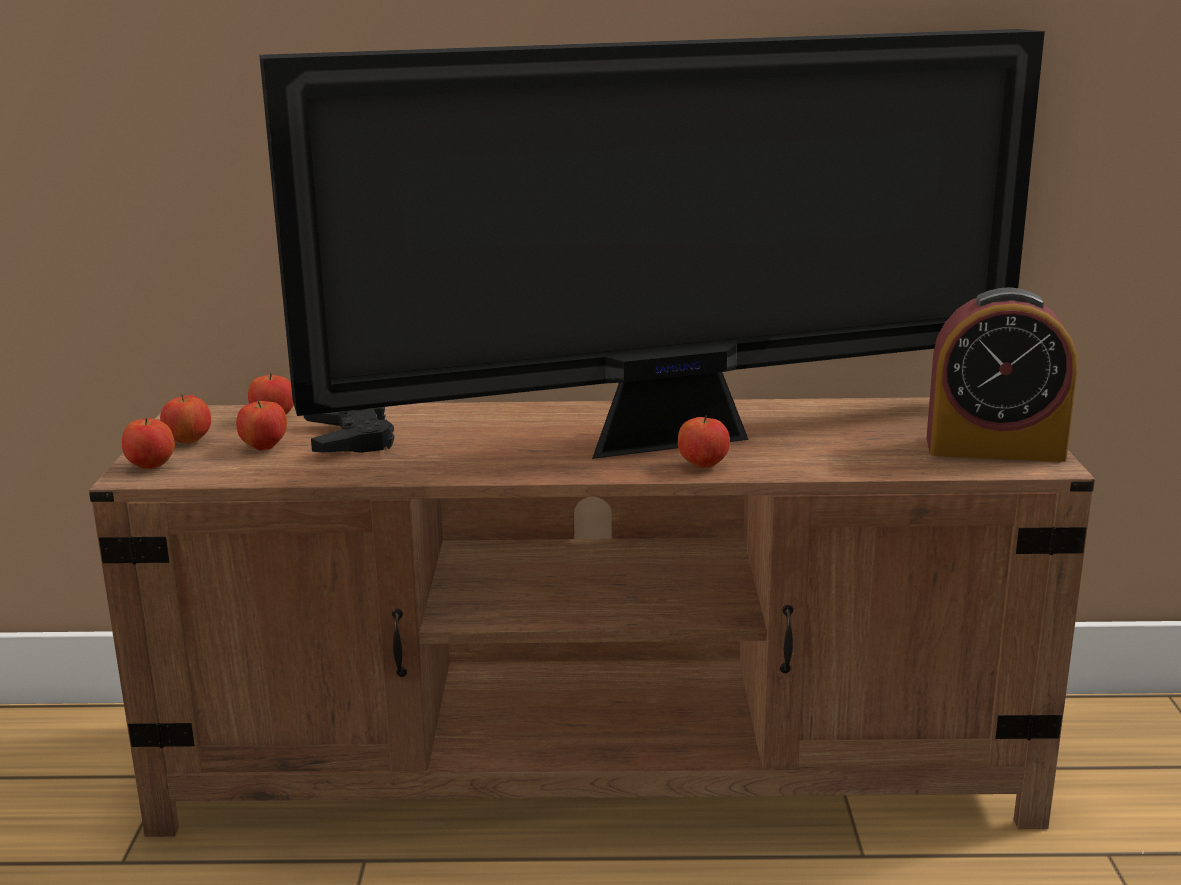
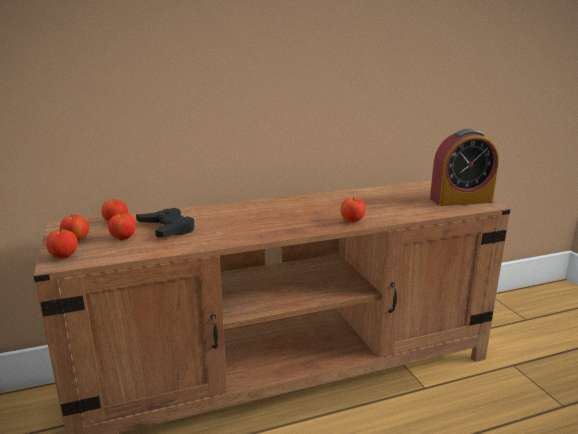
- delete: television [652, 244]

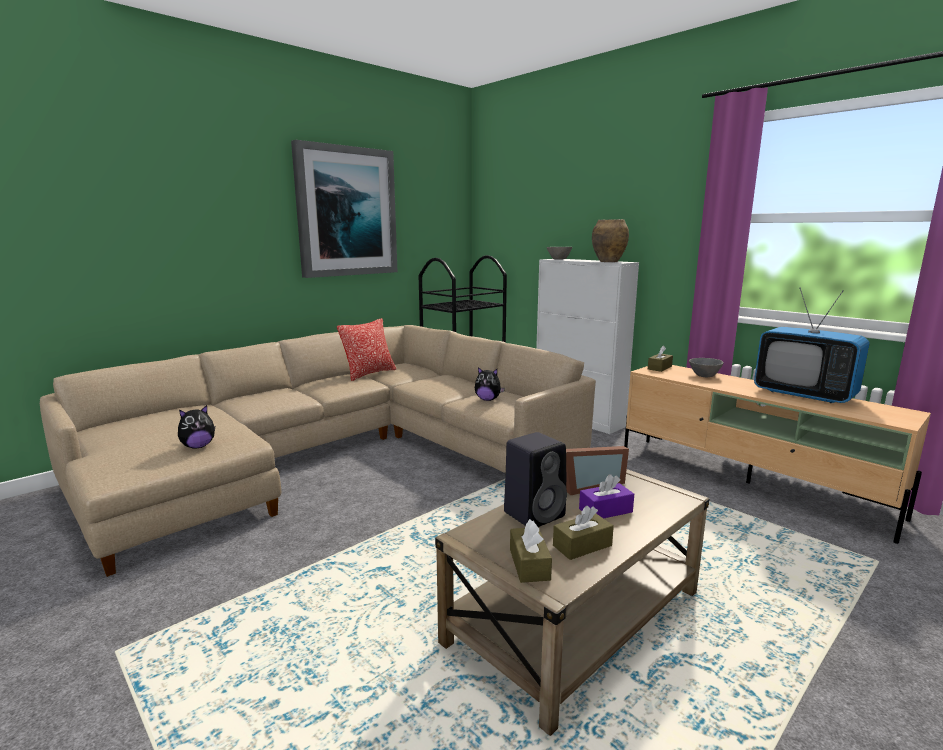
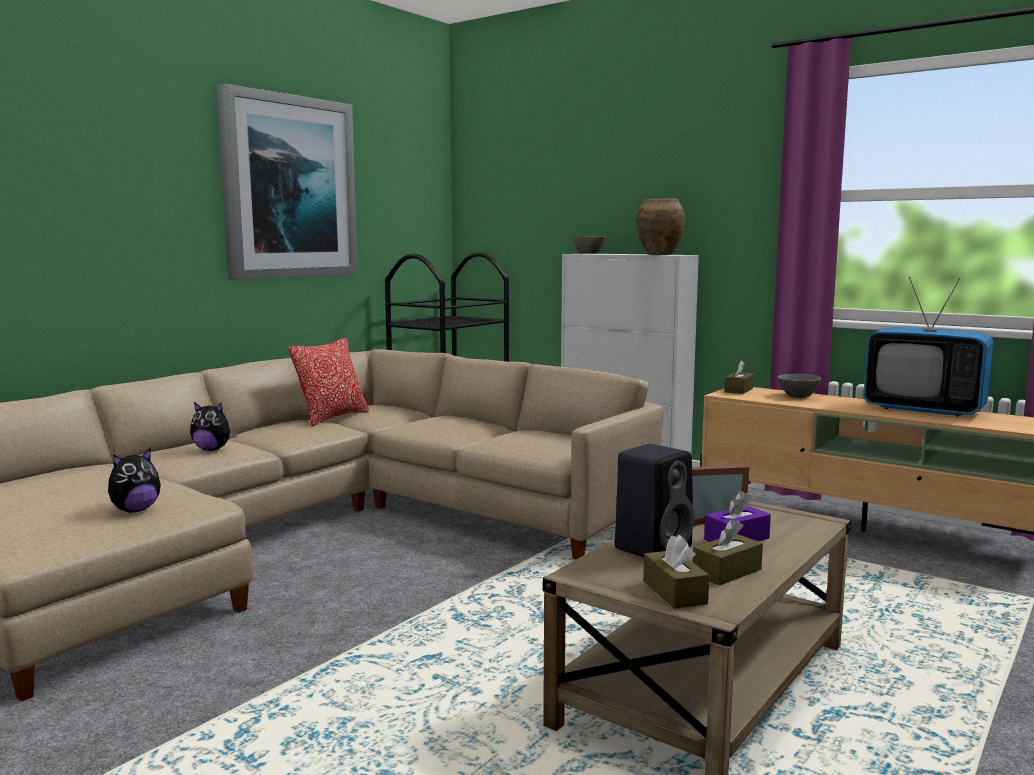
- move: cuddly toy [490, 384] to [213, 426]

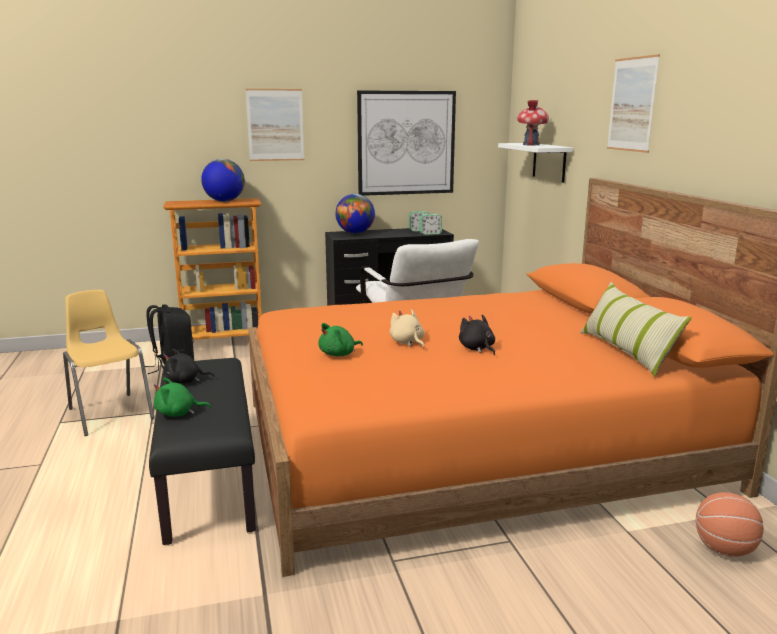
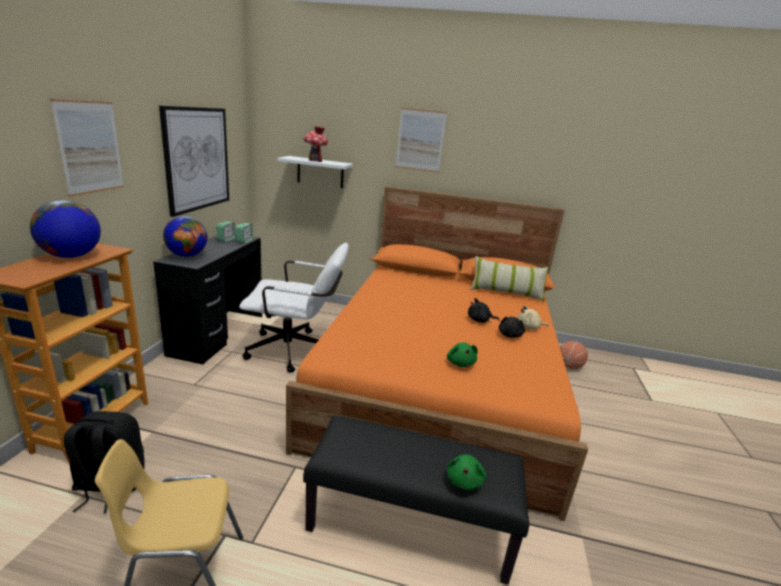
- move: black-coloured cuddly toy [189, 366] to [512, 327]
- move: beige cuddly toy [407, 328] to [532, 317]

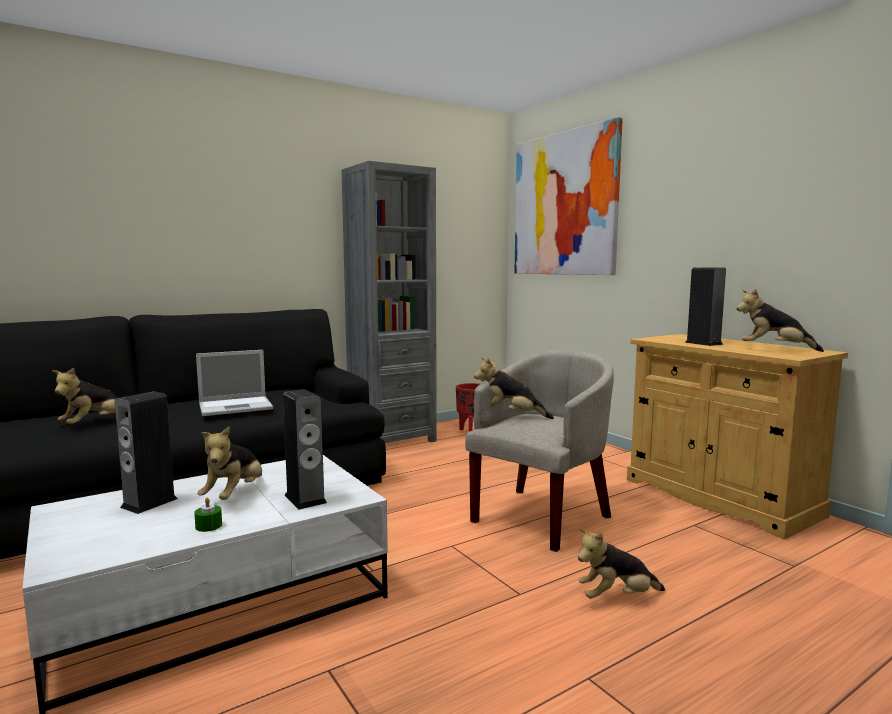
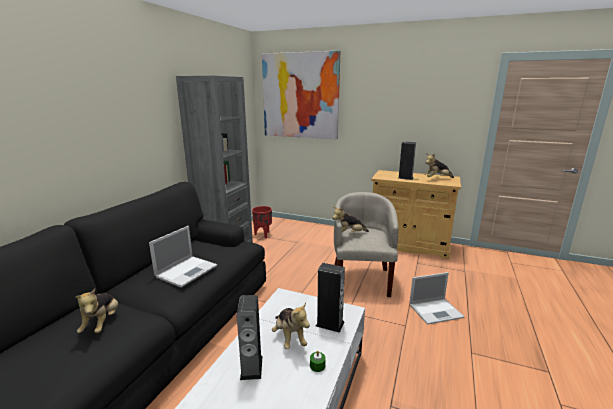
- replace: cuddly toy [621, 563] to notebook computer [437, 298]

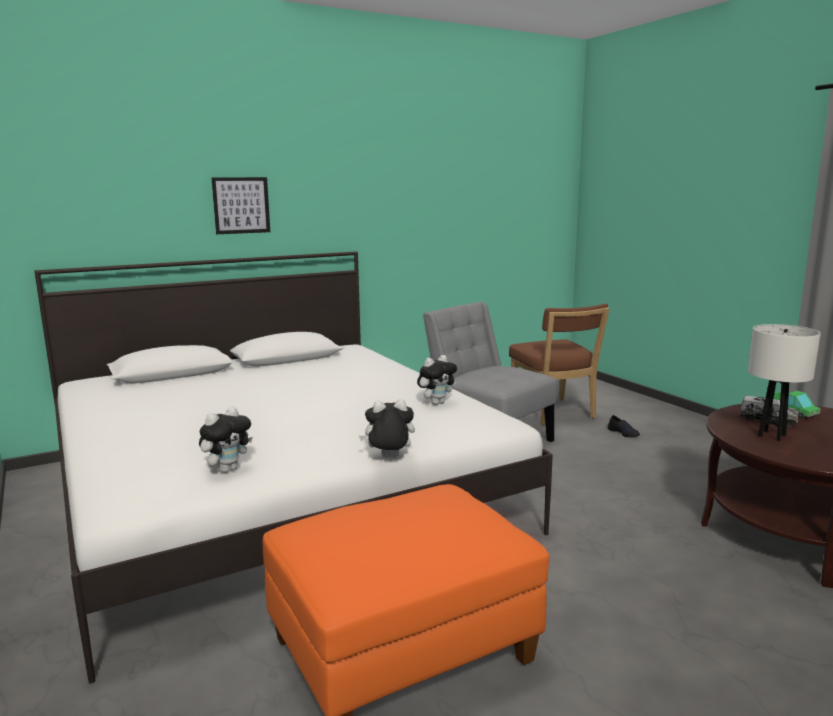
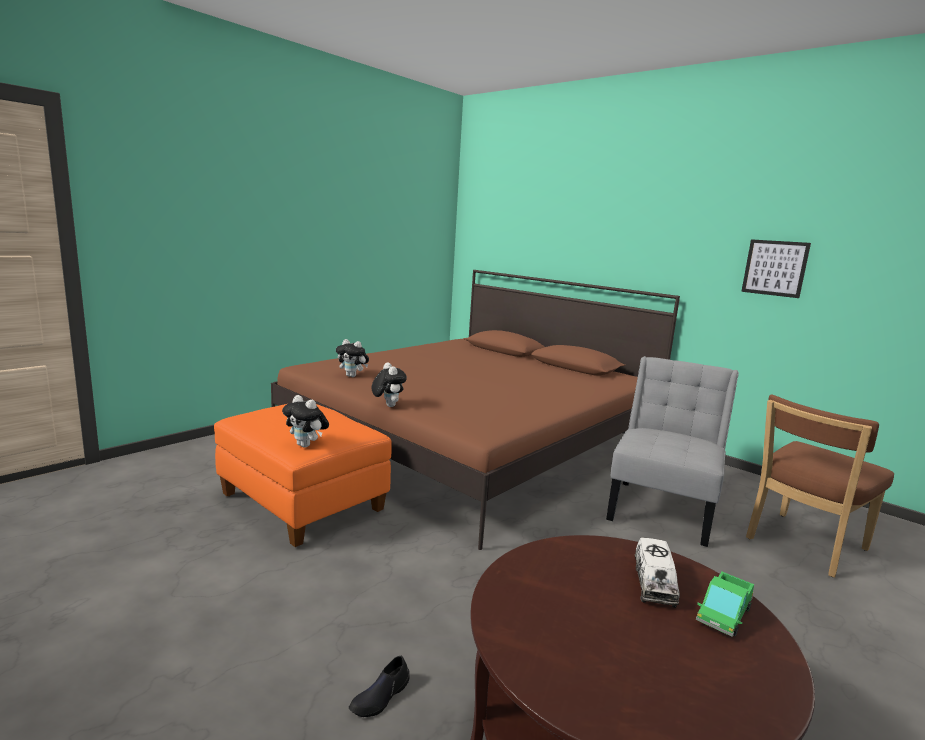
- recolor: white-coloured bedroom bed [293, 467] to brownish bedroom bed [475, 410]
- move: cuddly toy [437, 380] to [305, 421]
- move: black-coloured low shoe [624, 426] to [379, 686]
- move: picture [240, 205] to [776, 268]
- delete: white-coloured table lamp [784, 382]

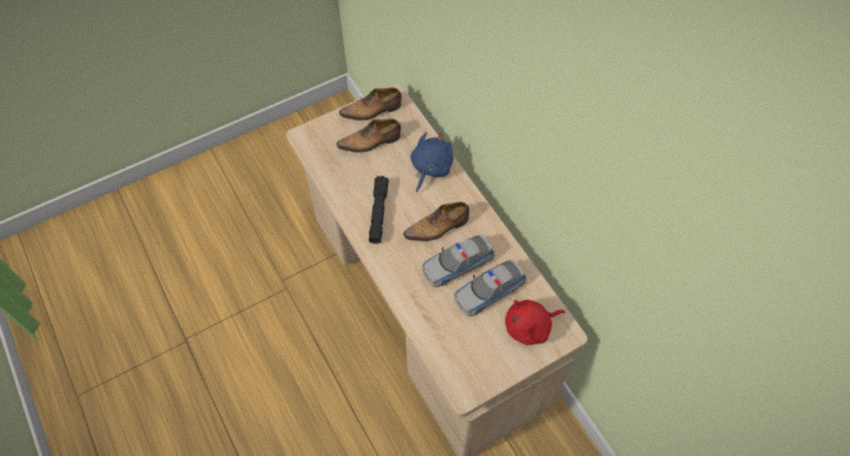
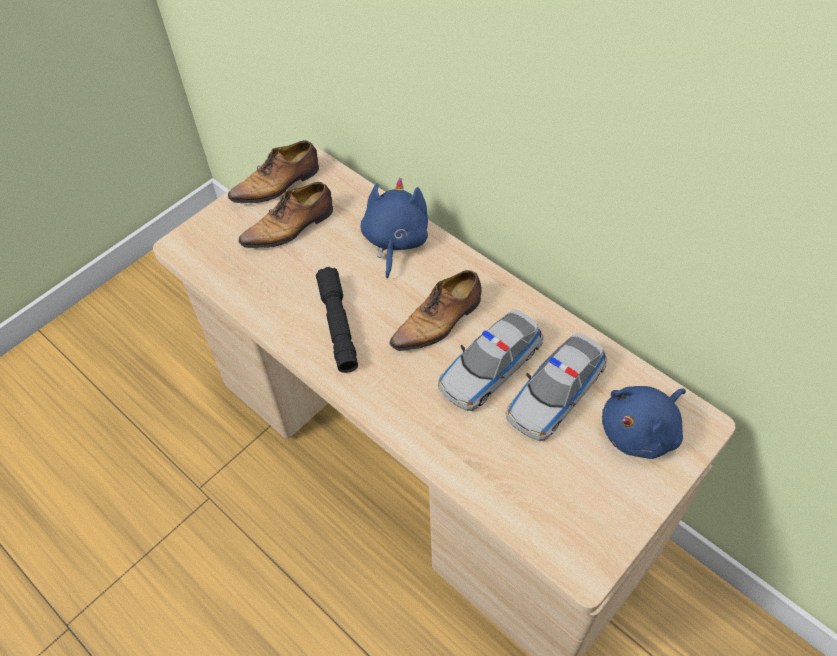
- recolor: red cuddly toy [535, 322] to blue-coloured cuddly toy [644, 422]

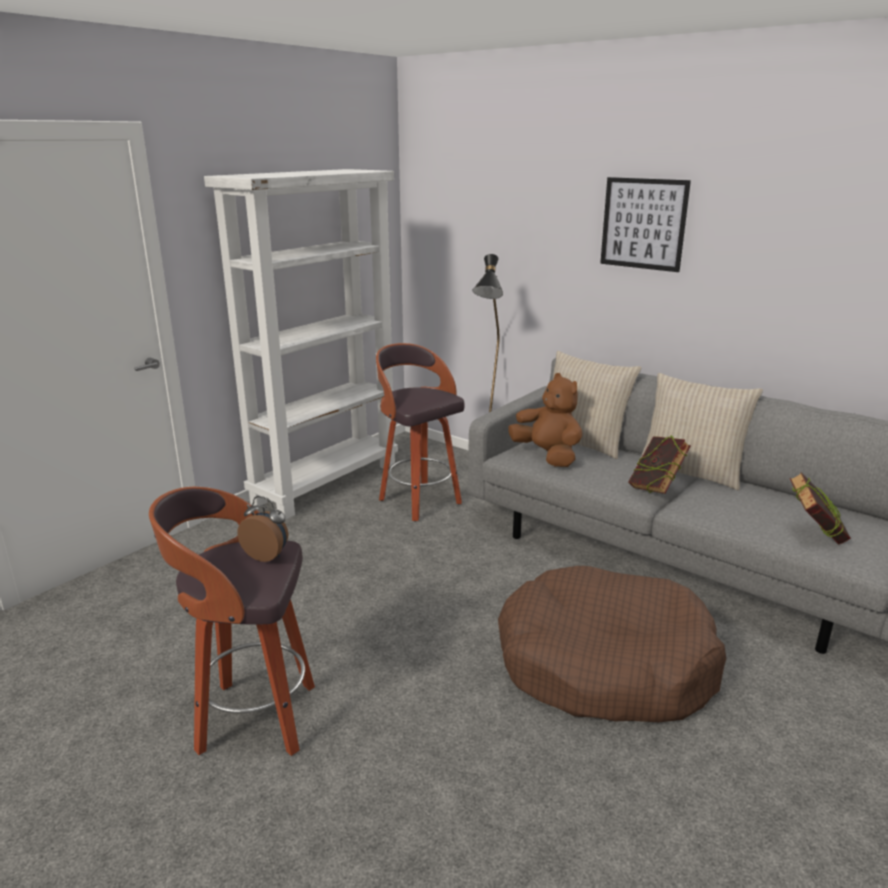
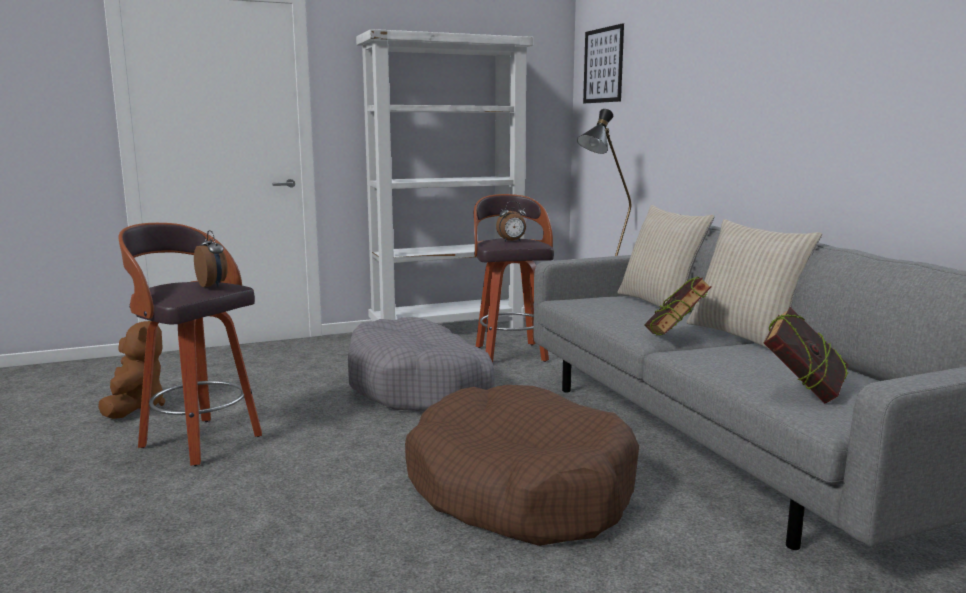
- move: brownish cuddly toy [545, 420] to [131, 370]
- insert: greyish dog cushion [421, 364]
- insert: bedside clock [511, 221]
- move: picture [645, 224] to [603, 63]

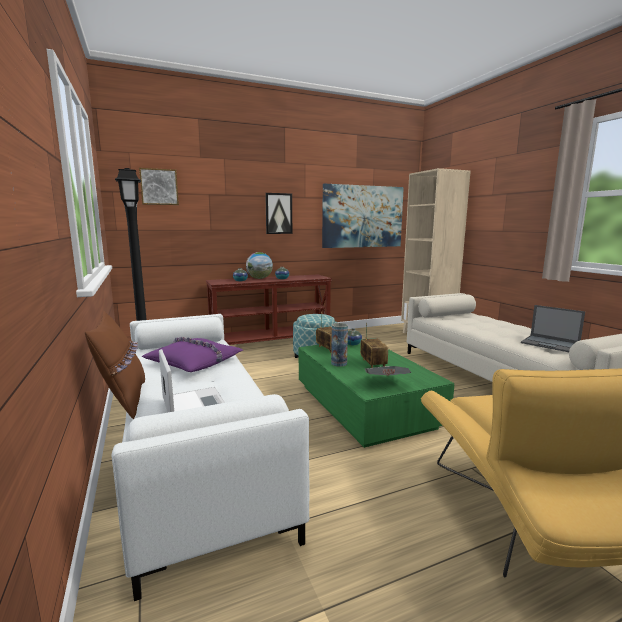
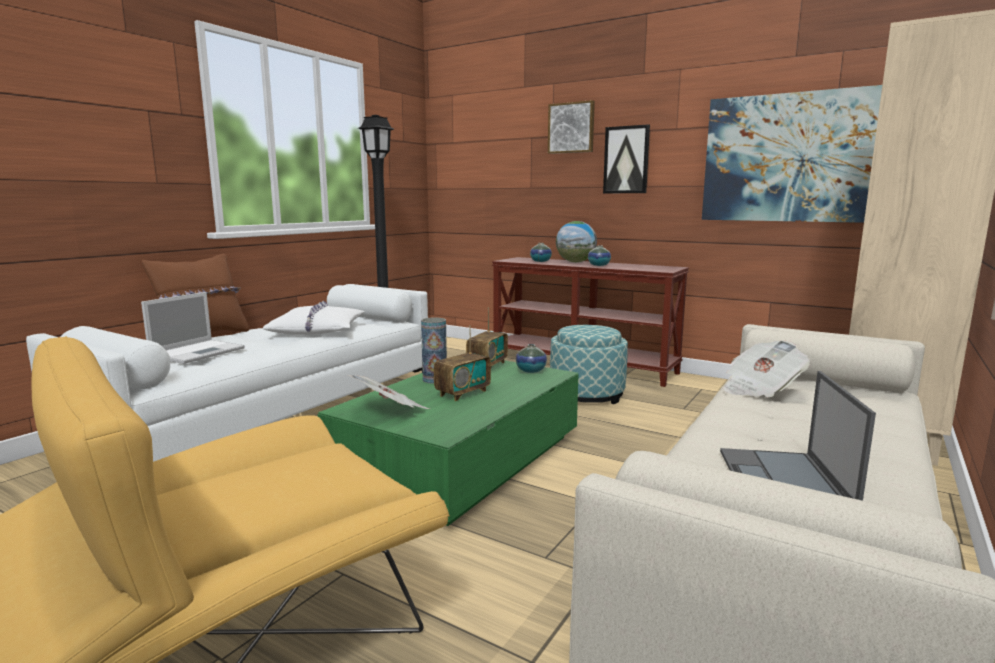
- recolor: purple-coloured pillow [192, 354] to white-coloured pillow [314, 318]
- move: picture [159, 186] to [571, 127]
- insert: newspaper [766, 368]

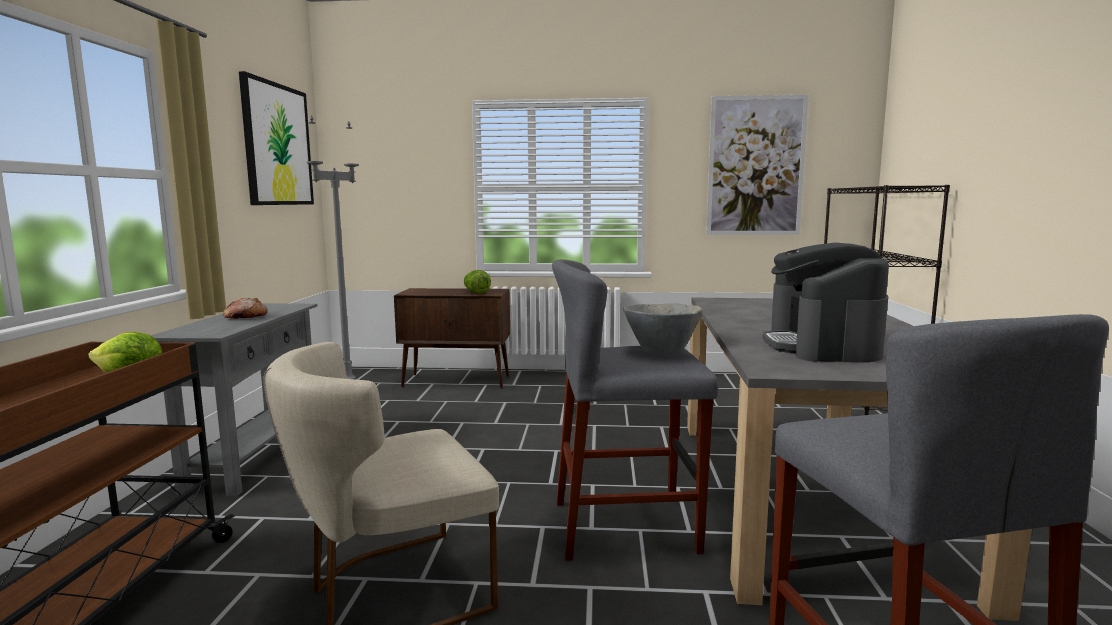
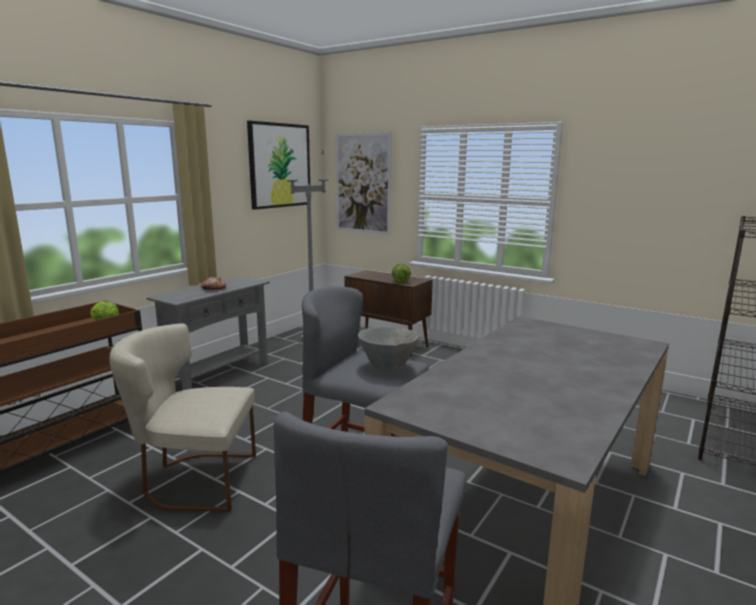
- move: picture [757, 165] to [363, 183]
- delete: coffee maker [825, 303]

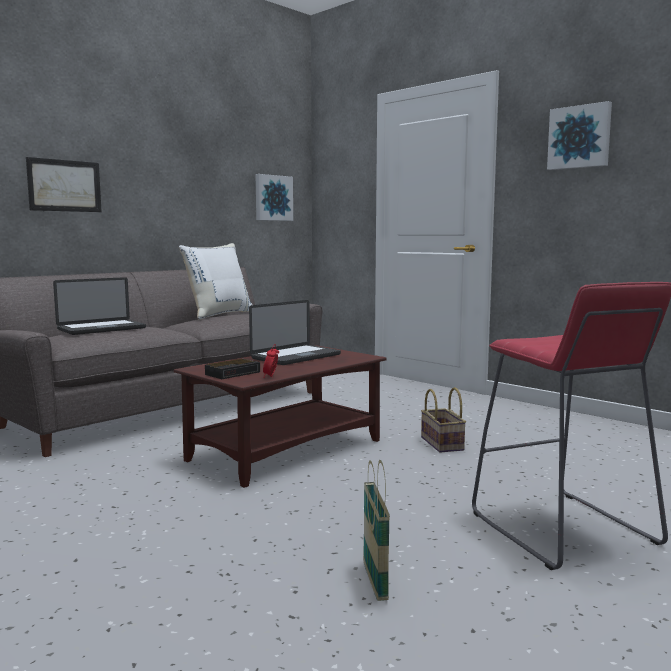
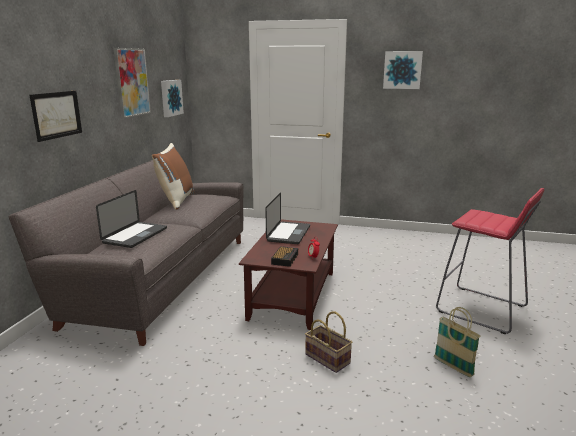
- insert: picture [132, 83]
- recolor: white-coloured pillow [215, 281] to brownish pillow [173, 176]
- move: household basket [443, 420] to [328, 342]

